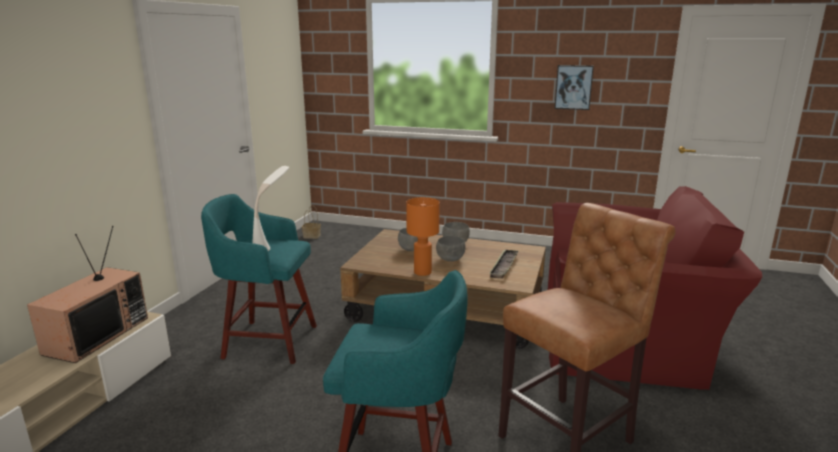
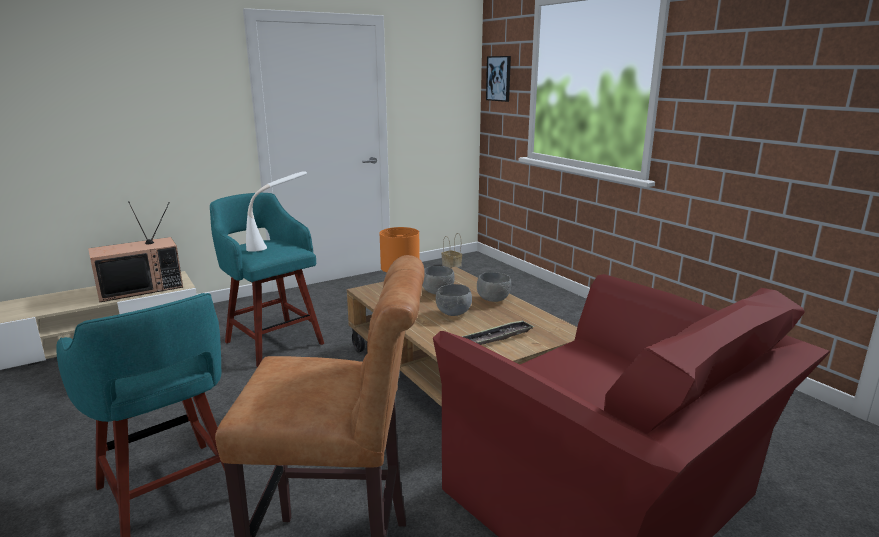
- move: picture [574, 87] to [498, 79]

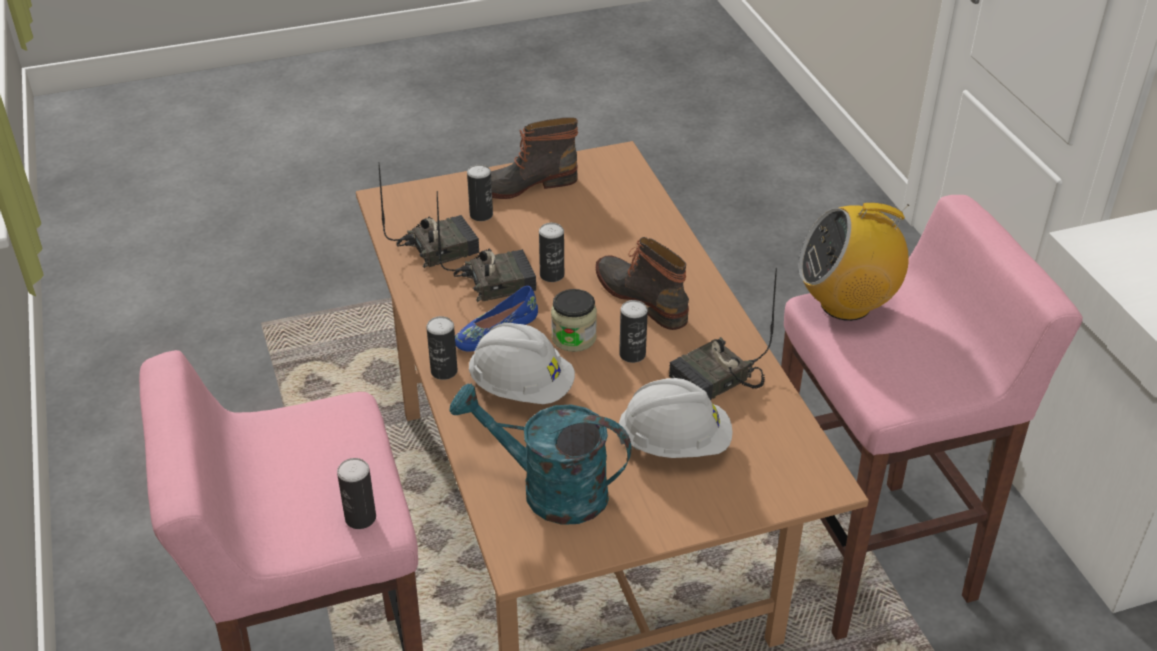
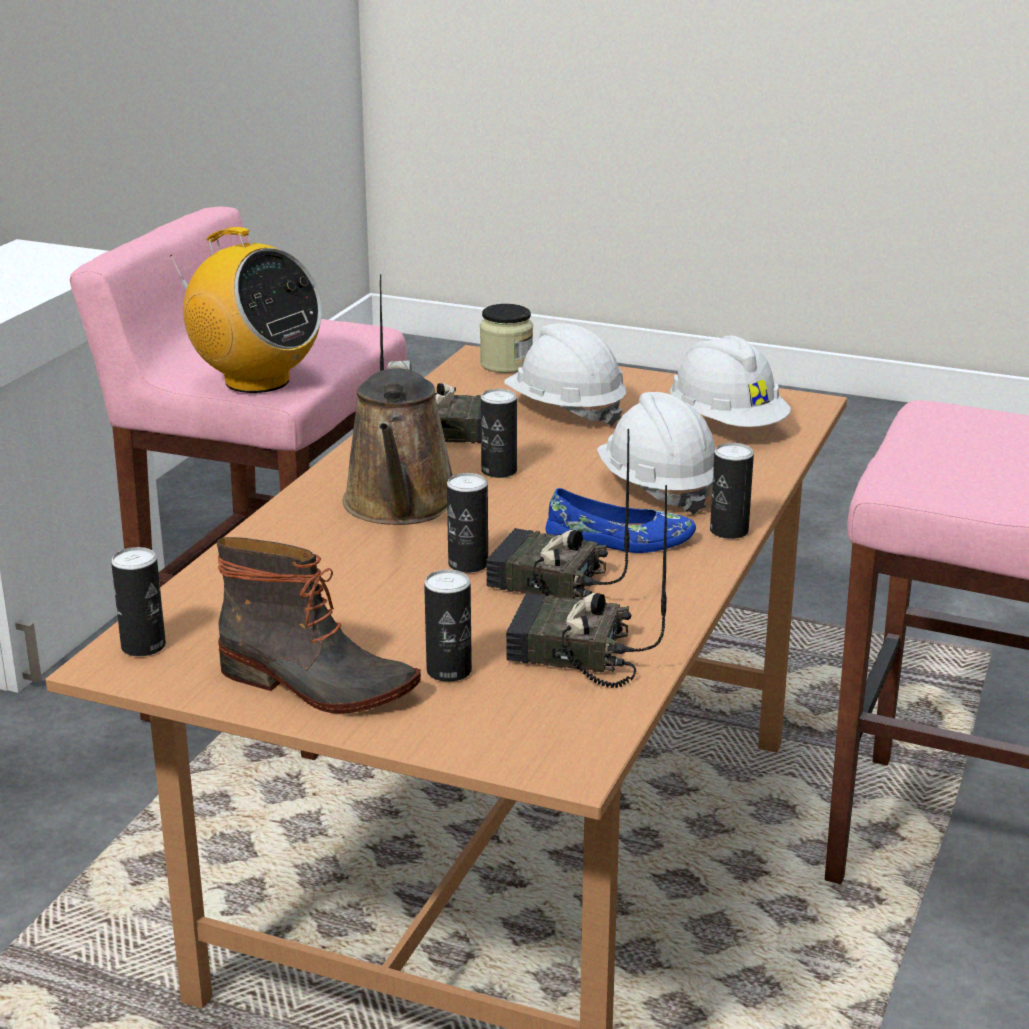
- move: can [356, 493] to [138, 601]
- replace: high-top boot [642, 283] to brownish sprinkling can [397, 442]
- move: storage jar [574, 320] to [506, 338]
- replace: turquoise-coloured sprinkling can [541, 454] to white-coloured safety helmet [730, 381]

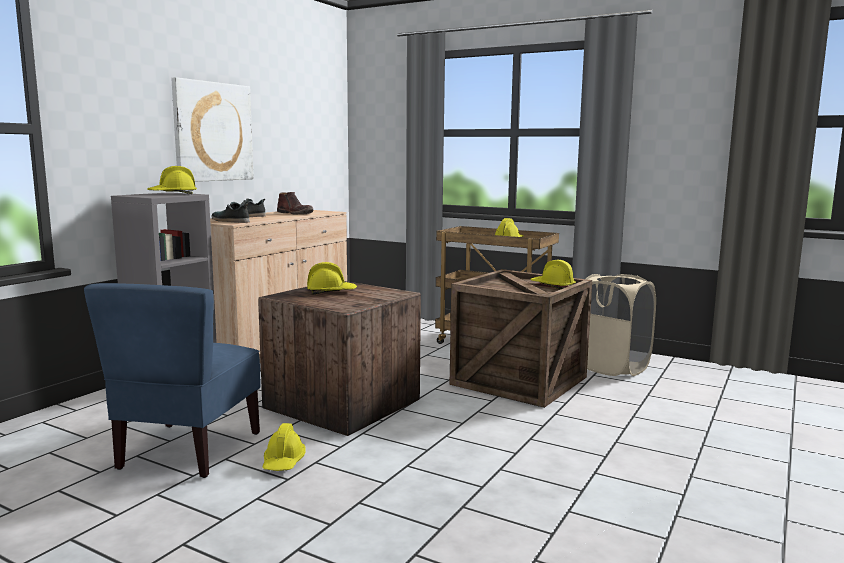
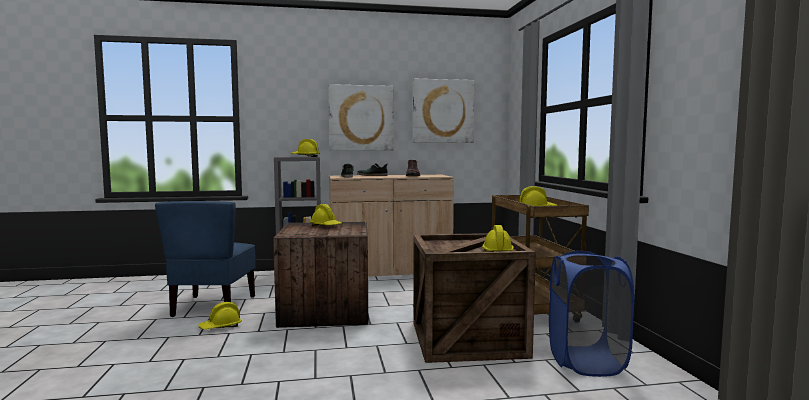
- rotate: blue-coloured upright chair [172, 380] = [205, 259] 60 degrees counterclockwise
- insert: picture [443, 111]
- recolor: beige washing basket [621, 325] to blue-coloured washing basket [591, 314]

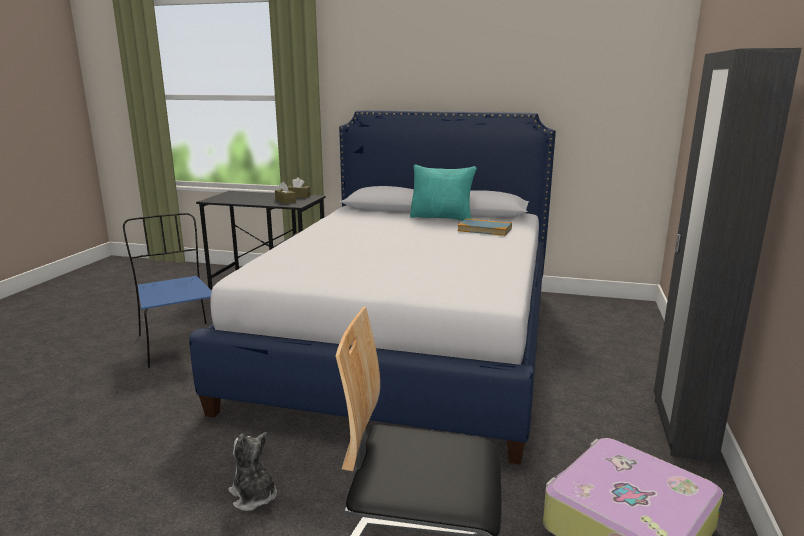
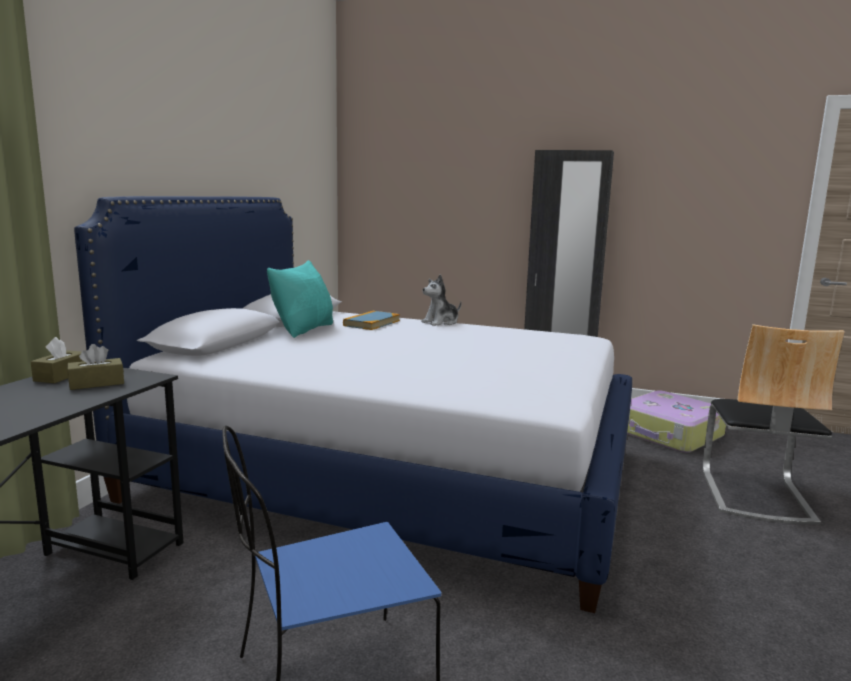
- move: cuddly toy [252, 471] to [441, 300]

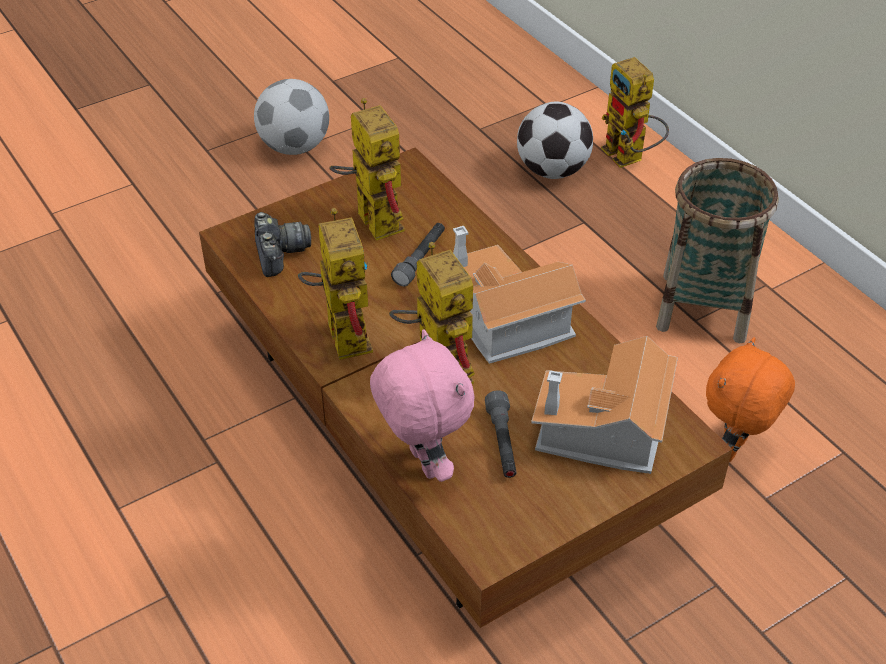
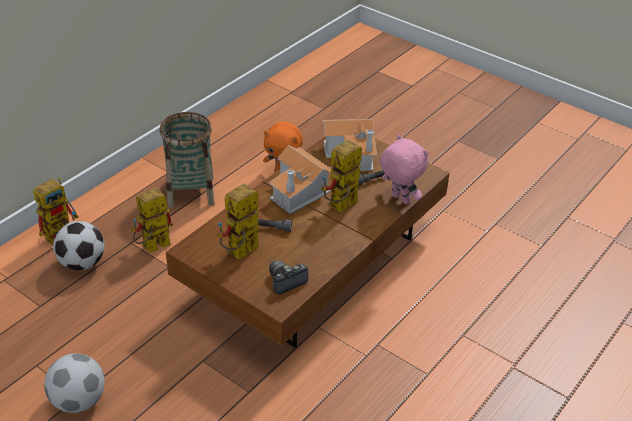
- move: toy robot [335, 284] to [152, 220]
- rotate: pinkish cuddly toy [422, 405] = [404, 169] 90 degrees clockwise

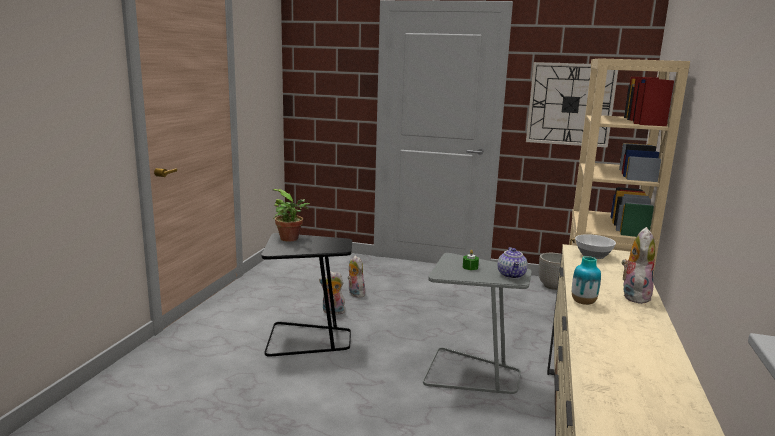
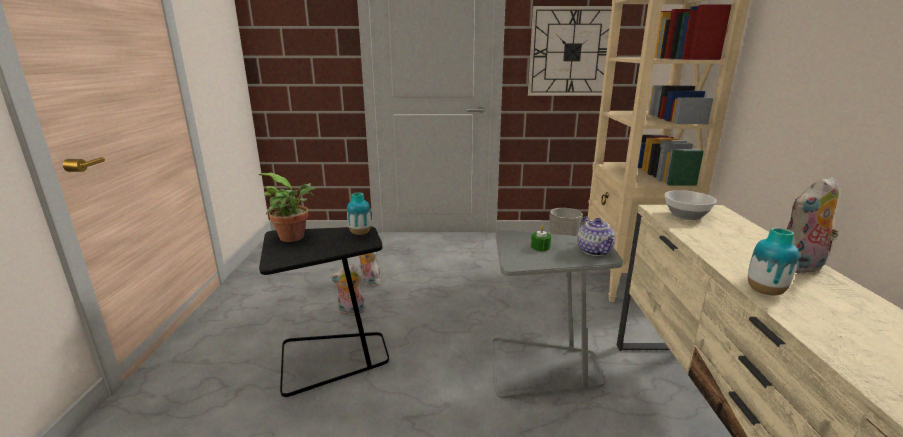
- insert: flower vase [359, 213]
- rotate: cuddly toy [638, 265] = [812, 225] 120 degrees counterclockwise

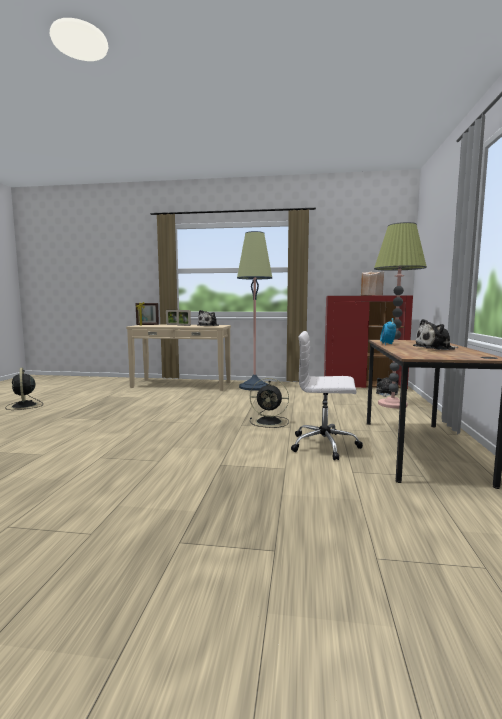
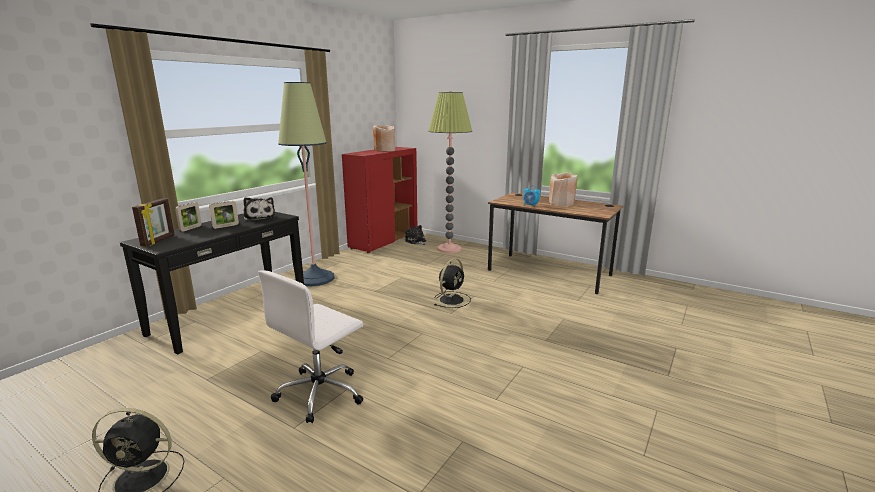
- recolor: beige narrow table [178, 358] to black-coloured narrow table [212, 283]
- move: white-coloured computer chair [327, 395] to [310, 346]
- replace: cuddly toy [436, 334] to beige flower vase [563, 189]

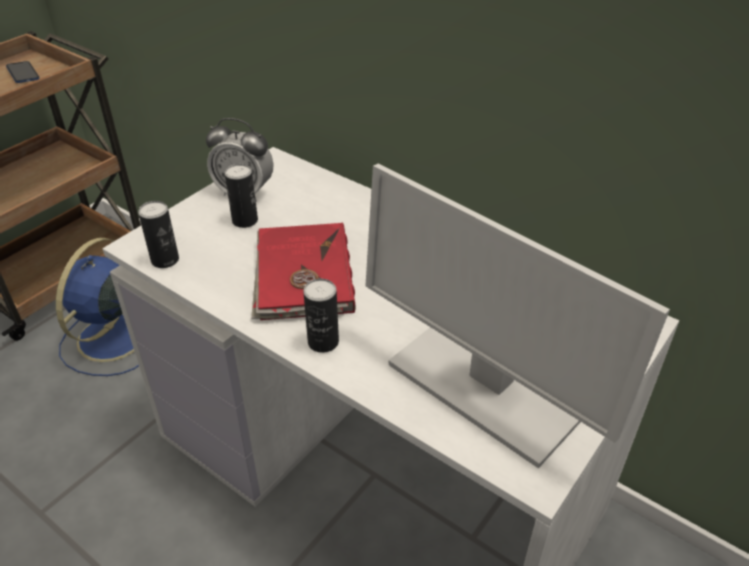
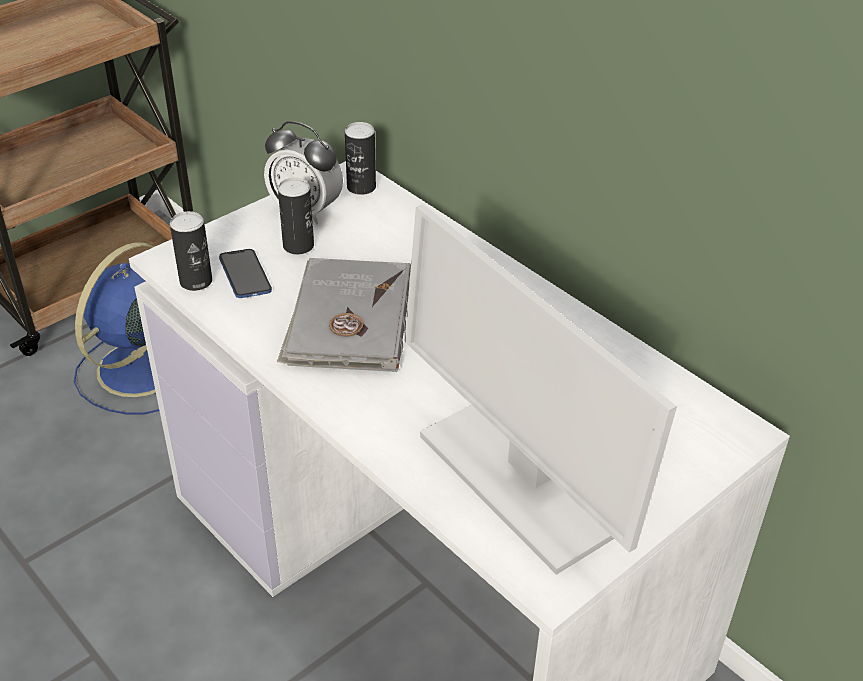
- move: handset [23, 72] to [245, 273]
- recolor: red bound book [303, 271] to greyish bound book [344, 315]
- move: can [321, 316] to [360, 158]

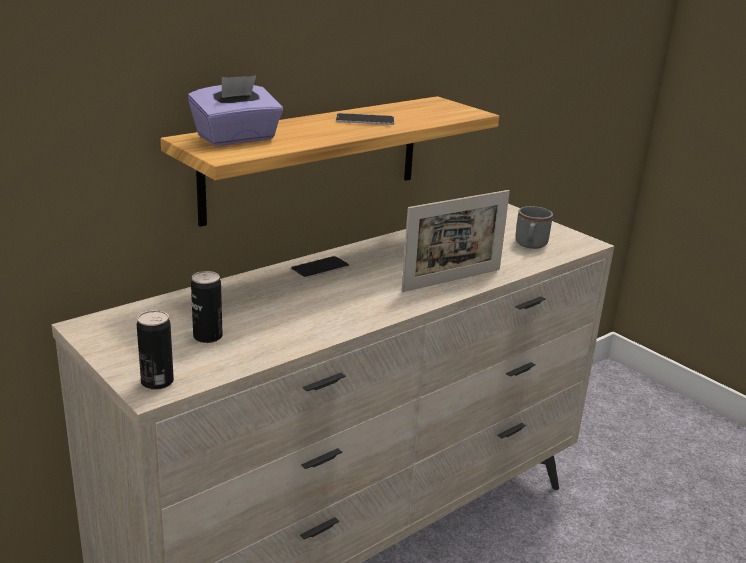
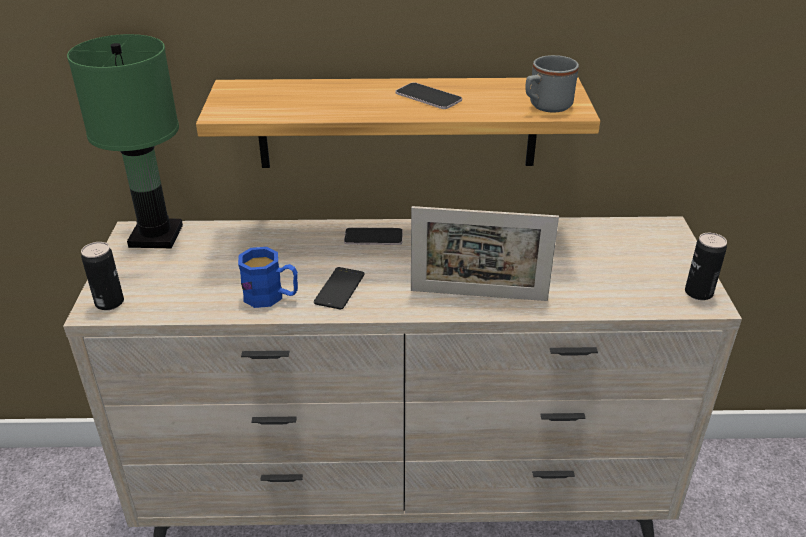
- insert: greenish table lamp [125, 141]
- insert: blue-coloured coffee mug [268, 277]
- insert: handset [339, 288]
- move: greyish coffee mug [534, 227] to [552, 83]
- move: can [207, 307] to [706, 266]
- delete: purple-coloured tissue box [235, 110]

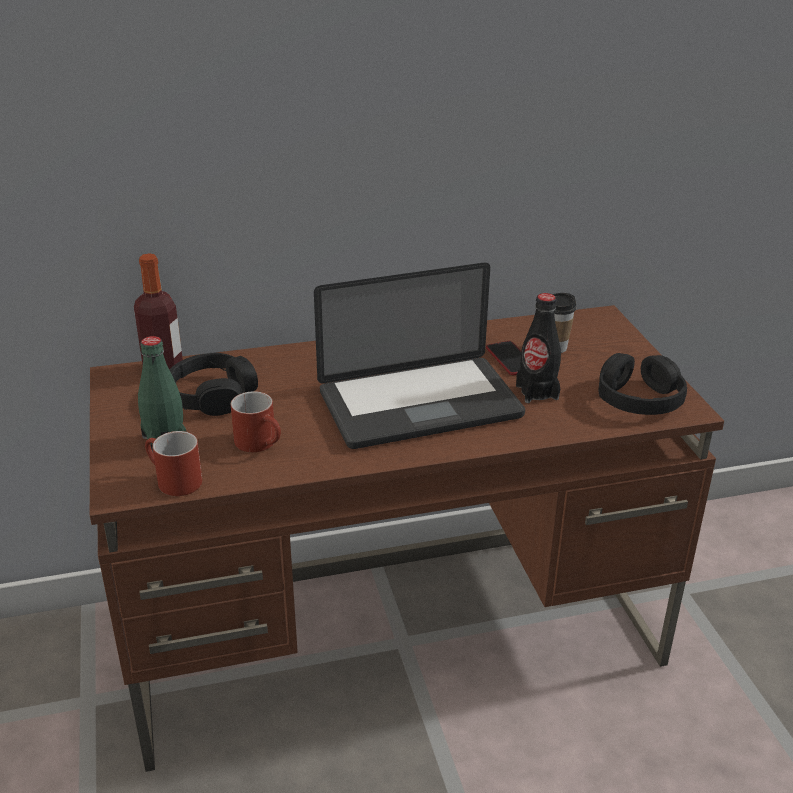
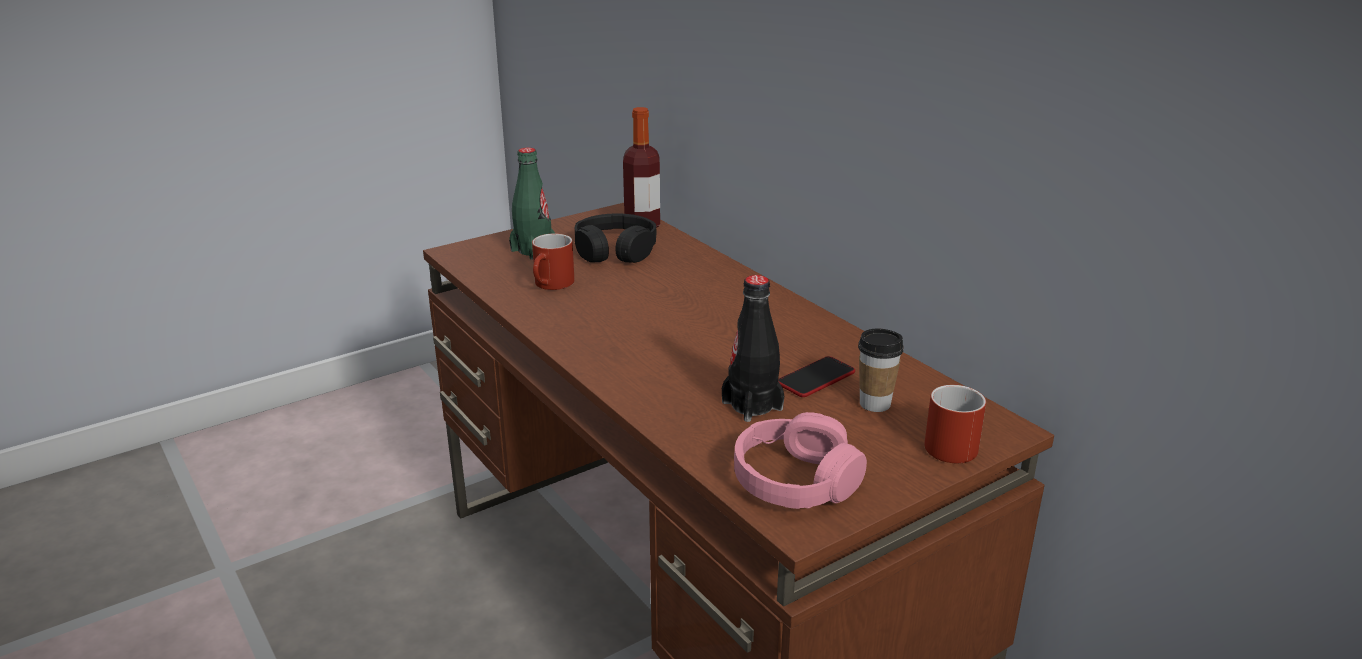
- recolor: black-coloured pair of headphones [642, 384] to pinkish pair of headphones [800, 460]
- move: red coffee mug [173, 463] to [955, 423]
- delete: notebook computer [419, 356]

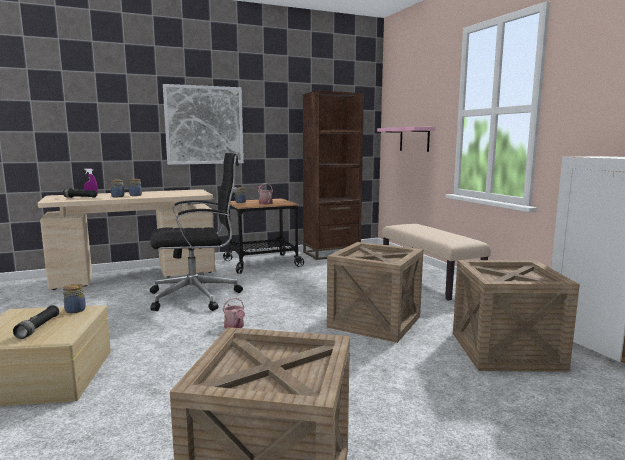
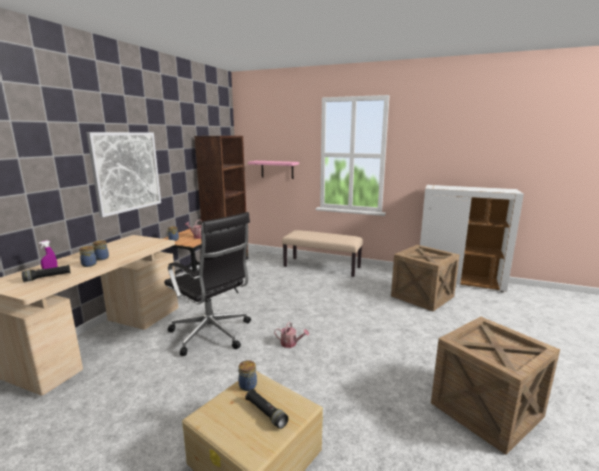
- rotate: black-coloured computer chair [196, 232] = [207, 284] 105 degrees clockwise
- delete: packing crate [375, 292]

